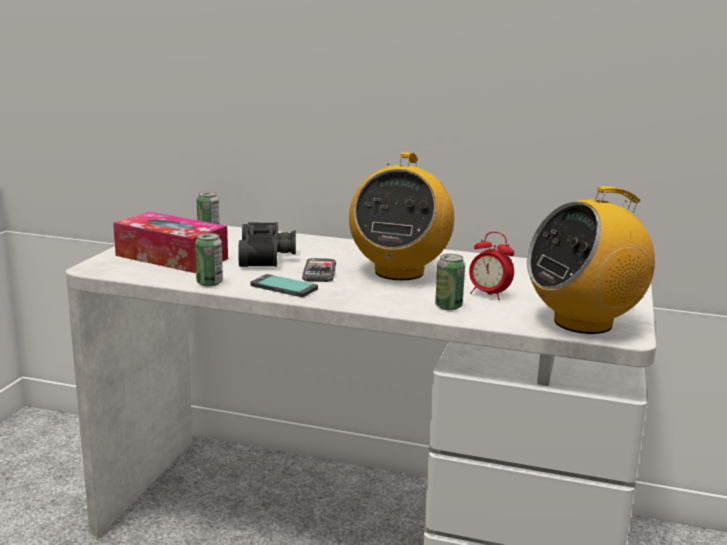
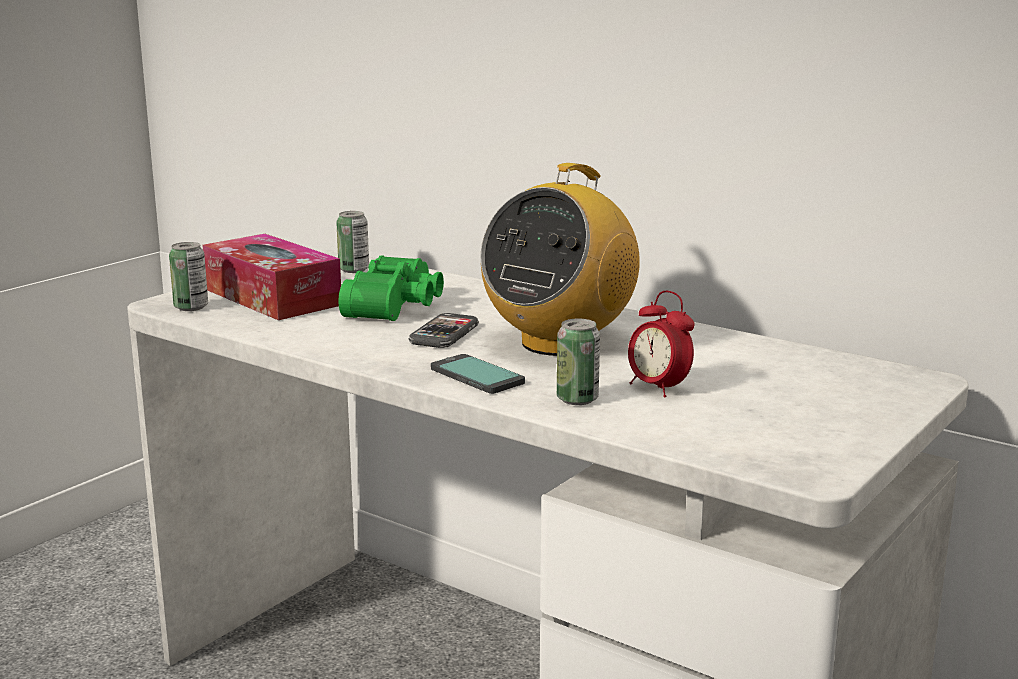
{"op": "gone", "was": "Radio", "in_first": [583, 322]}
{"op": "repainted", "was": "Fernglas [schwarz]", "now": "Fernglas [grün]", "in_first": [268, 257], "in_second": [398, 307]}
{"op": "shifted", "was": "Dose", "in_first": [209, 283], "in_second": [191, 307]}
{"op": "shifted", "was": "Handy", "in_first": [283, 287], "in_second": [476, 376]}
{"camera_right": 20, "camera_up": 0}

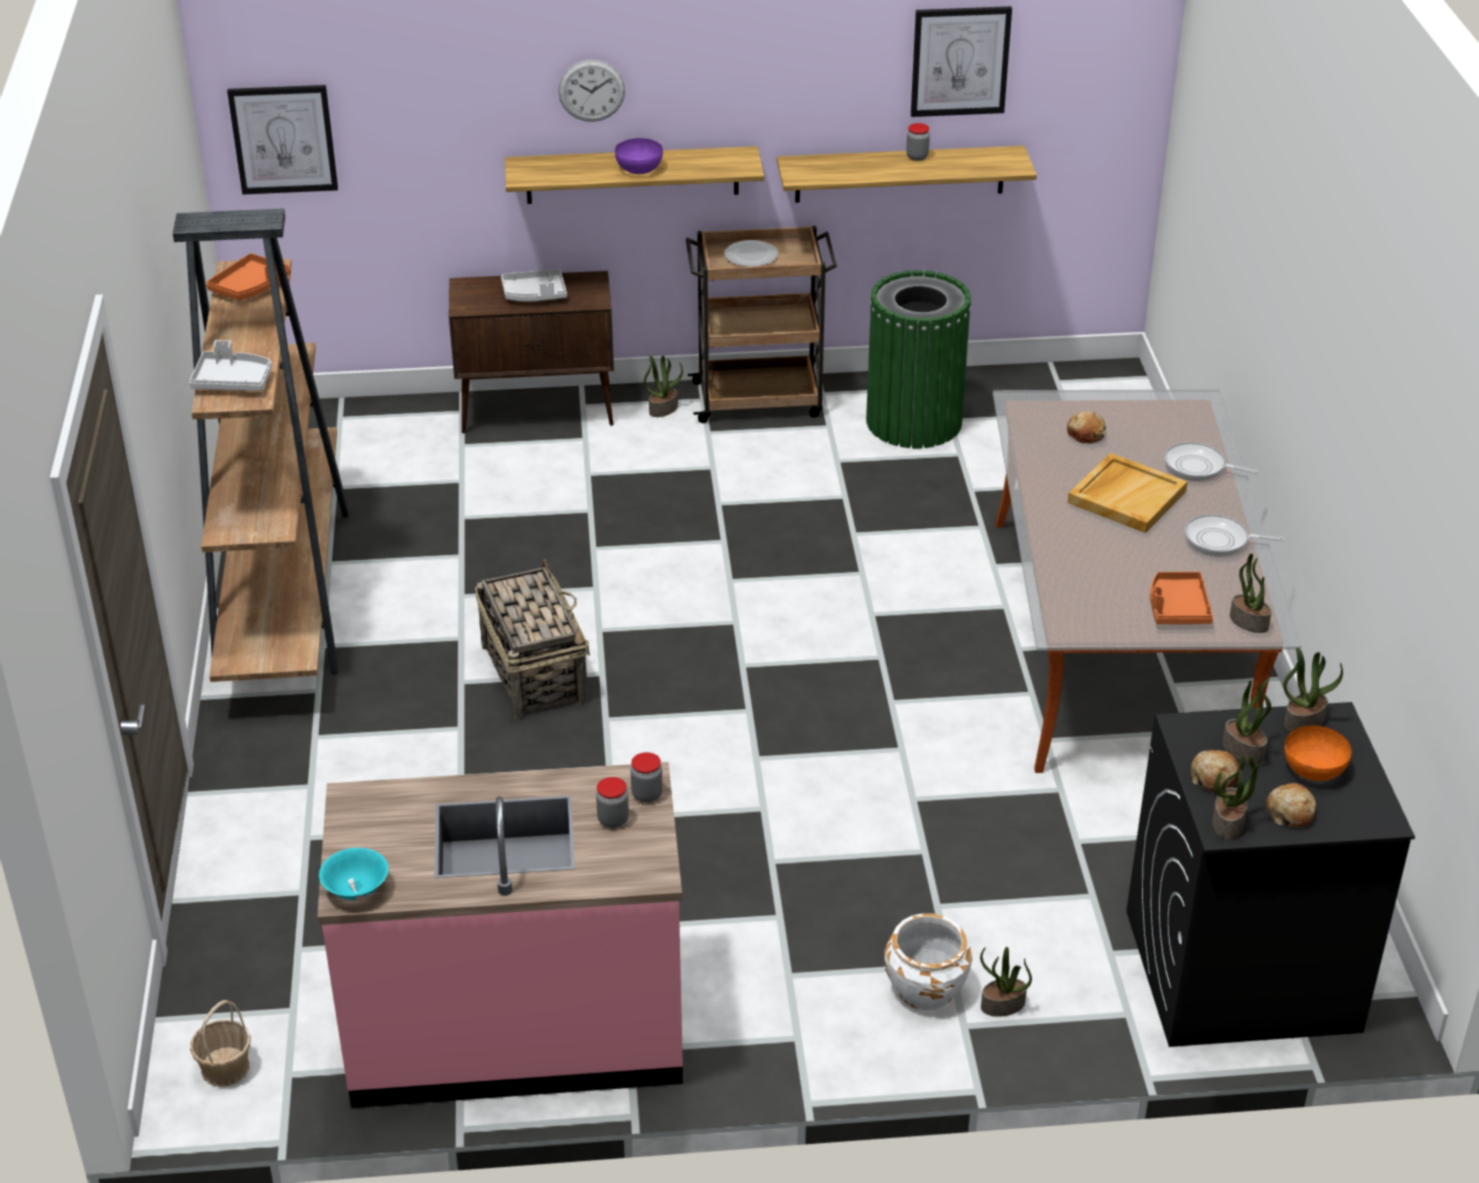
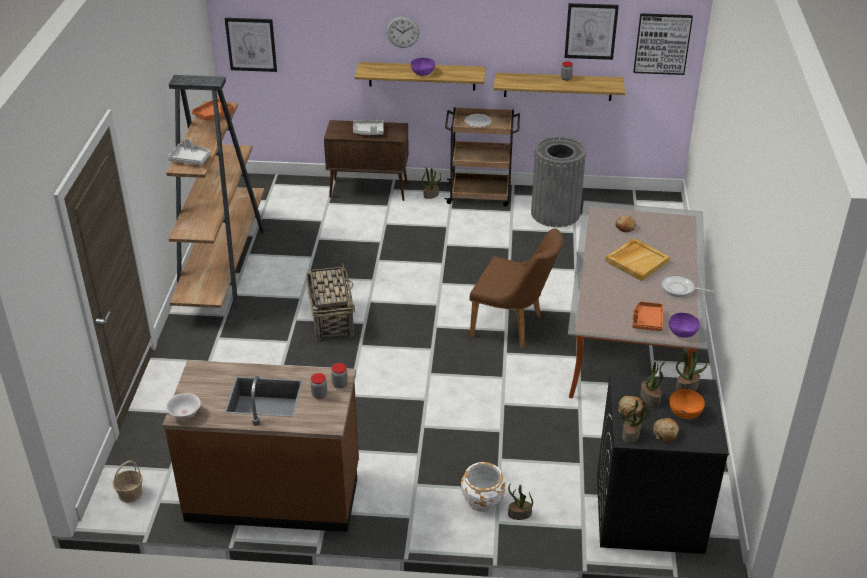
{"op": "repainted", "was": "Mülleimer [grün]", "now": "Mülleimer [grau]", "in_first": [914, 422], "in_second": [555, 213]}
{"op": "gone", "was": "Pfanne", "in_first": [1198, 467]}
{"op": "swapped", "was": "Topfpflanze", "now": "Schüssel [lila]", "in_first": [1248, 622], "in_second": [682, 332]}
{"op": "repainted", "was": "Küchenzeile [rosa]", "now": "Küchenzeile [braun]", "in_first": [516, 1028], "in_second": [274, 493]}
{"op": "repainted", "was": "Schüssel [türkis]", "now": "Schüssel [weiß]", "in_first": [356, 889], "in_second": [185, 413]}
{"op": "new", "now": "Bild", "in_second": [662, 43]}
{"op": "new", "now": "Stuhl [braun]", "in_second": [513, 326]}
{"camera_right": 10, "camera_up": 0}

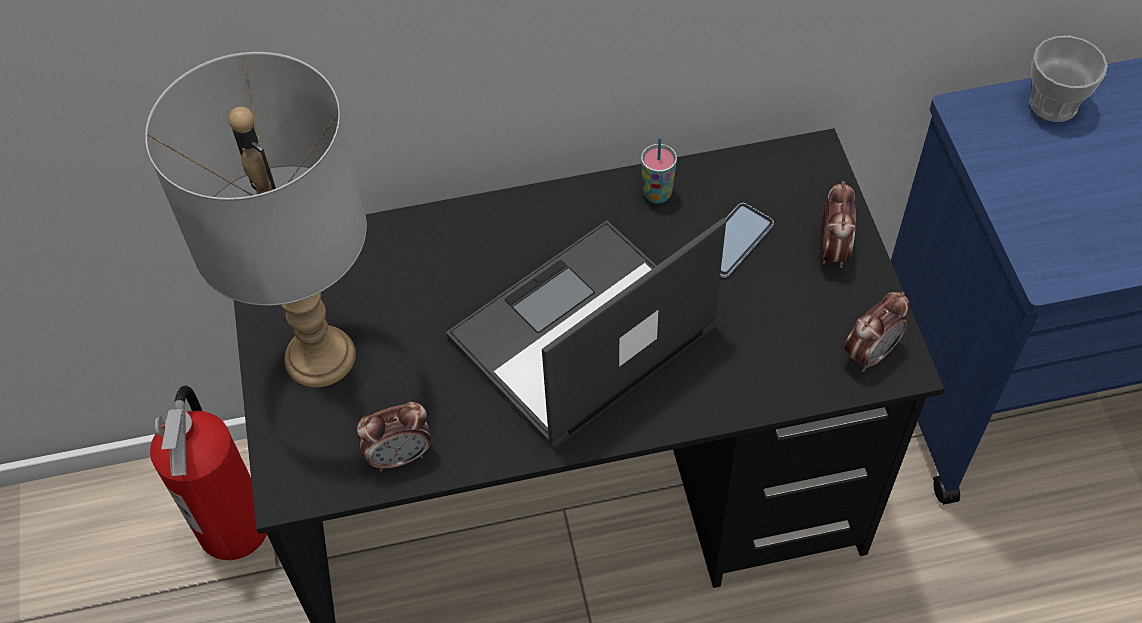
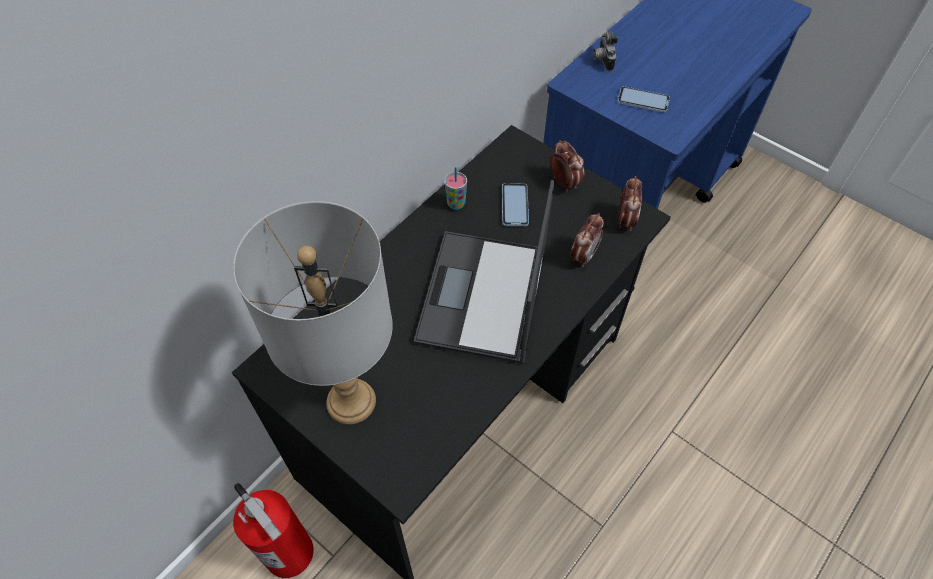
{"op": "swapped", "was": "Tasse", "now": "Kamera", "in_first": [1053, 104], "in_second": [602, 60]}
{"op": "shifted", "was": "Wecker", "in_first": [400, 456], "in_second": [583, 255]}
{"op": "new", "now": "Handy", "in_second": [643, 100]}
{"camera_right": -40, "camera_up": 0}

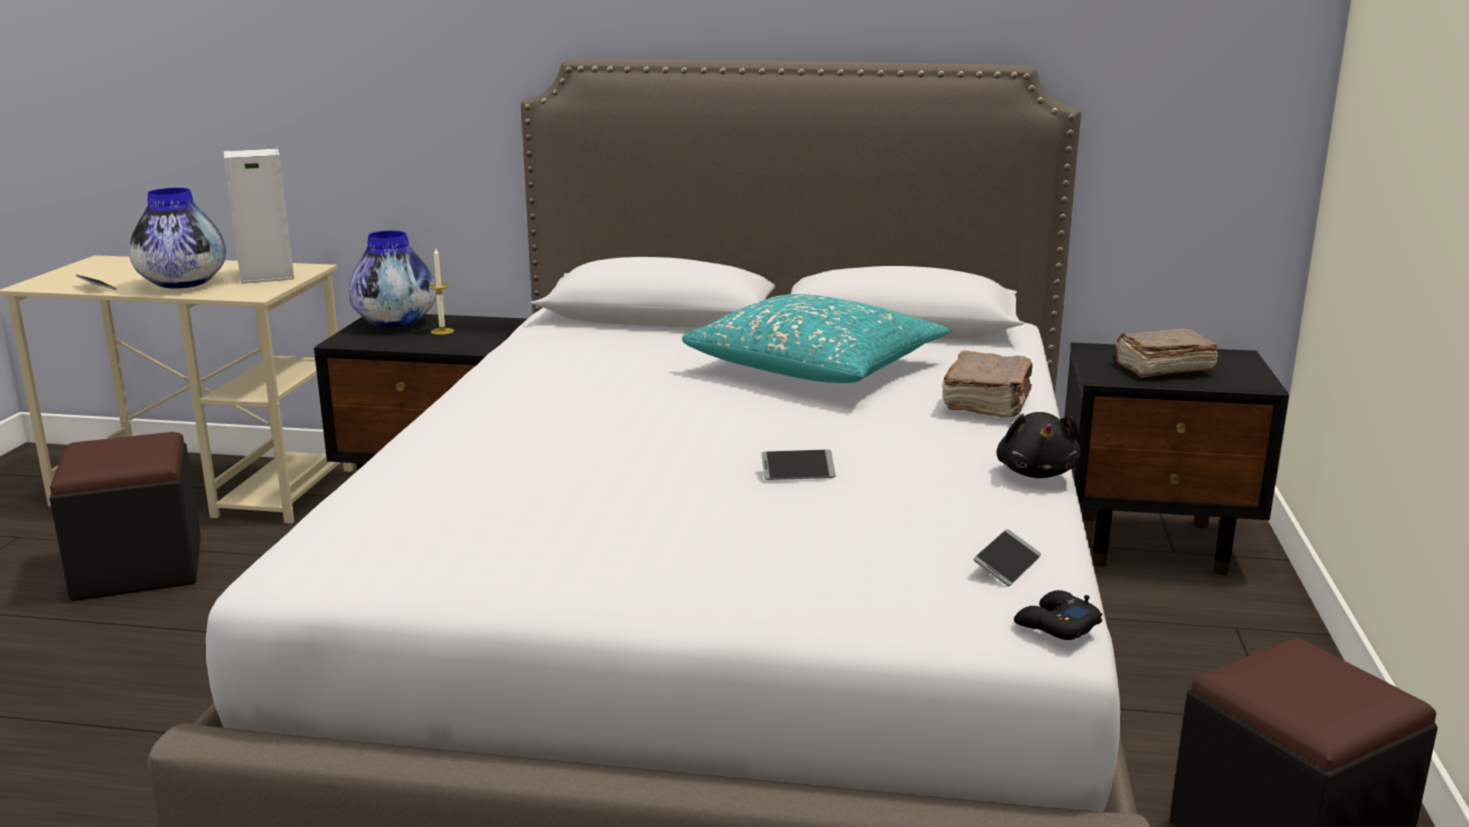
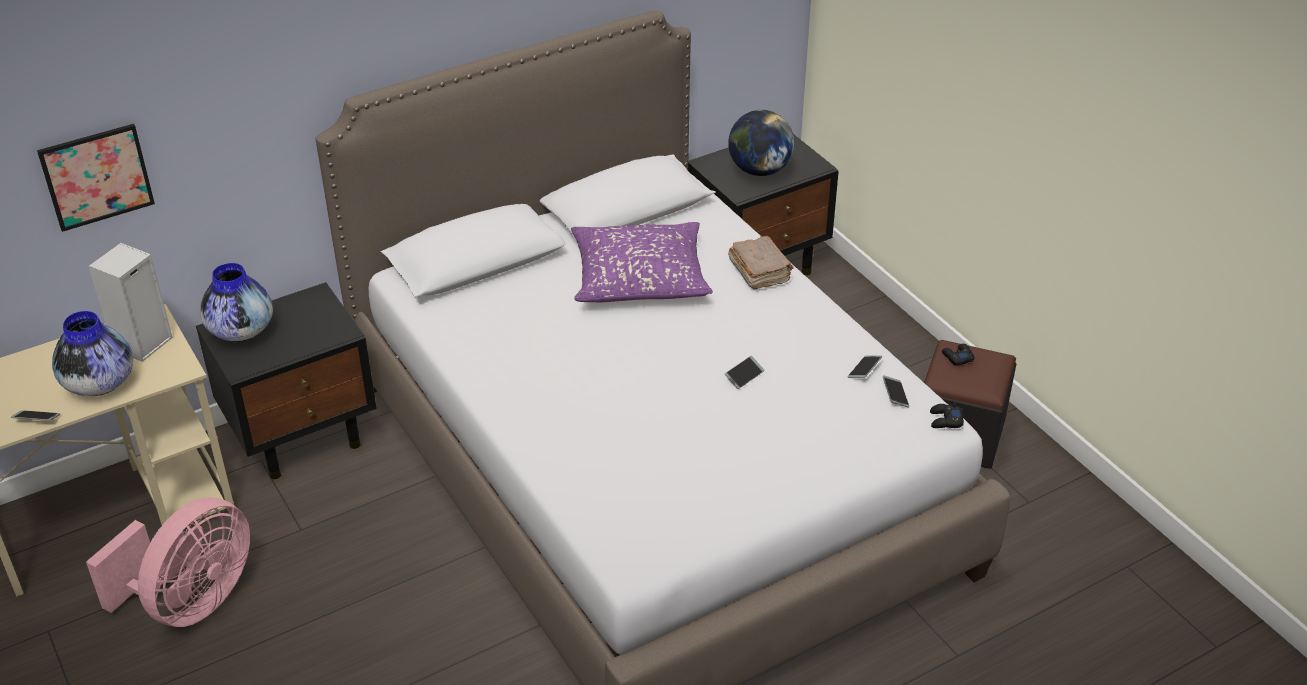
{"op": "gone", "was": "Kerze", "in_first": [442, 331]}
{"op": "repainted", "was": "Kissen [türkis]", "now": "Kissen [lila]", "in_first": [817, 368], "in_second": [640, 278]}
{"op": "swapped", "was": "Buch [braun]", "now": "Globus", "in_first": [1162, 368], "in_second": [759, 170]}
{"op": "gone", "was": "Plüschtier [schwarz]", "in_first": [1036, 472]}
{"op": "swapped", "was": "Polsterhocker [schwarz]", "now": "Ventilator [rosa]", "in_first": [138, 568], "in_second": [191, 602]}
{"op": "new", "now": "Bild", "in_second": [97, 176]}
{"op": "new", "now": "Gamepad [schwarz]", "in_second": [957, 357]}
{"op": "new", "now": "Handy", "in_second": [864, 370]}
{"camera_right": -40, "camera_up": 20}

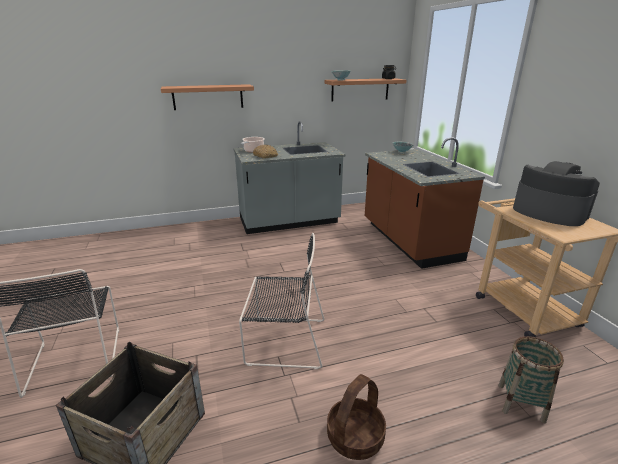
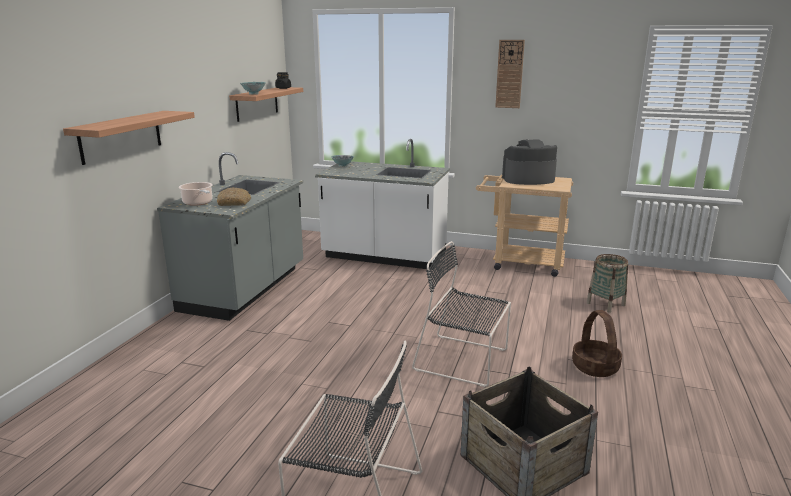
{"op": "repainted", "was": "Küchenzeile [braun]", "now": "Küchenzeile [weiß]", "in_first": [409, 241], "in_second": [384, 256]}
{"op": "rotated", "was": "Stuhl [schwarz]", "in_first": [283, 341], "in_second": [464, 360], "clockwise": -105}
{"op": "new", "now": "Wanduhr", "in_second": [509, 74]}
{"camera_right": -55, "camera_up": -5}

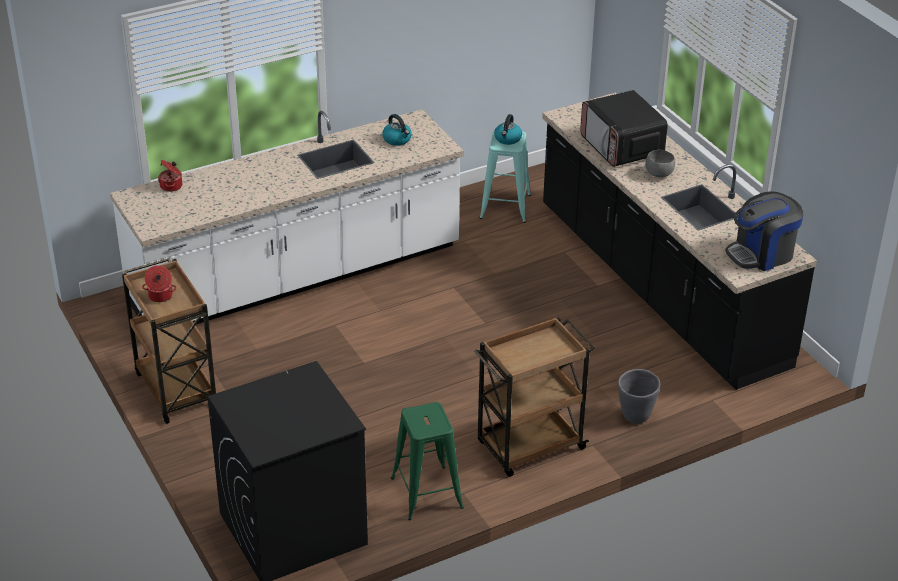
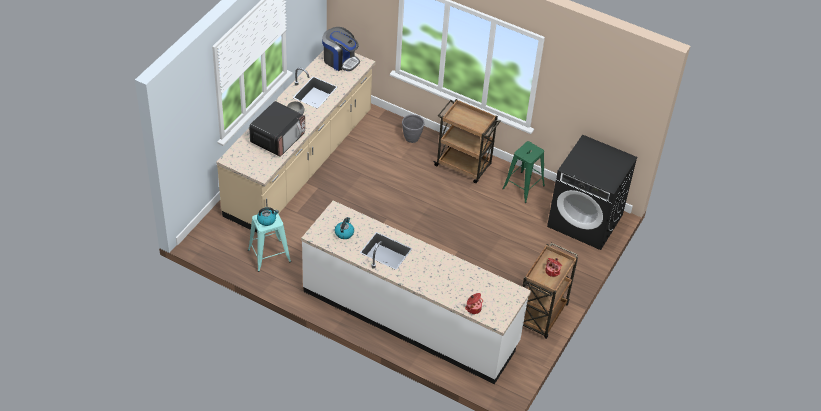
{"op": "repainted", "was": "Küchenzeile [schwarz]", "now": "Küchenzeile [beige]", "in_first": [659, 286], "in_second": [300, 164]}
{"camera_right": -125, "camera_up": 10}

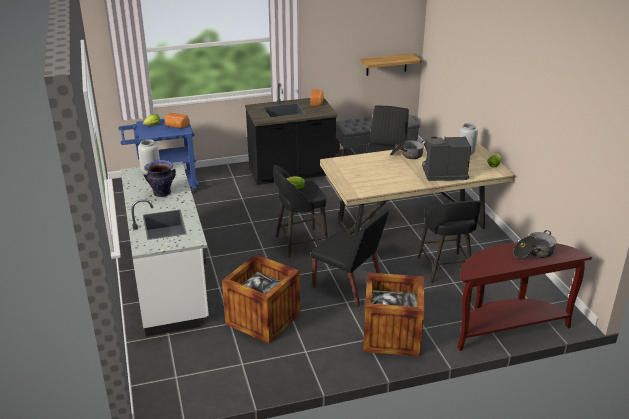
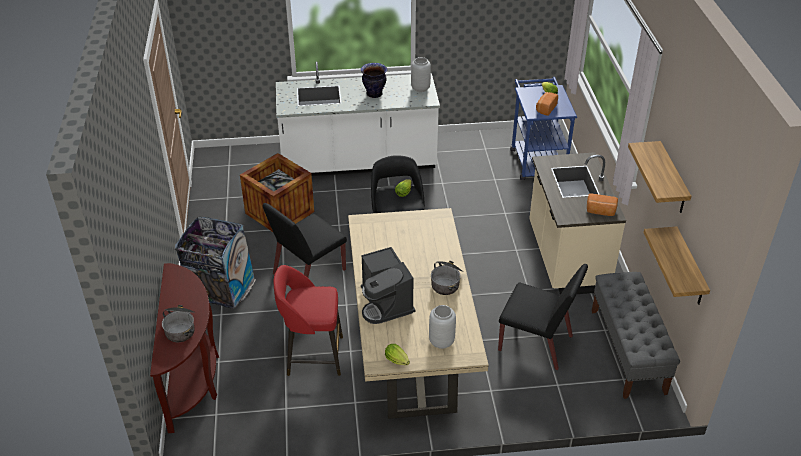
{"op": "repainted", "was": "Küchenzeile [schwarz]", "now": "Küchenzeile [beige]", "in_first": [291, 173], "in_second": [566, 258]}
{"op": "rotated", "was": "Kaffeemaschine", "in_first": [443, 174], "in_second": [386, 303], "clockwise": 150}
{"op": "repainted", "was": "Hocker [schwarz]", "now": "Hocker [rot]", "in_first": [445, 269], "in_second": [313, 355]}
{"op": "swapped", "was": "Kiste", "now": "Mülleimer", "in_first": [392, 335], "in_second": [221, 289]}
{"op": "new", "now": "Wandregal", "in_second": [672, 179]}
{"camera_right": 100, "camera_up": 10}

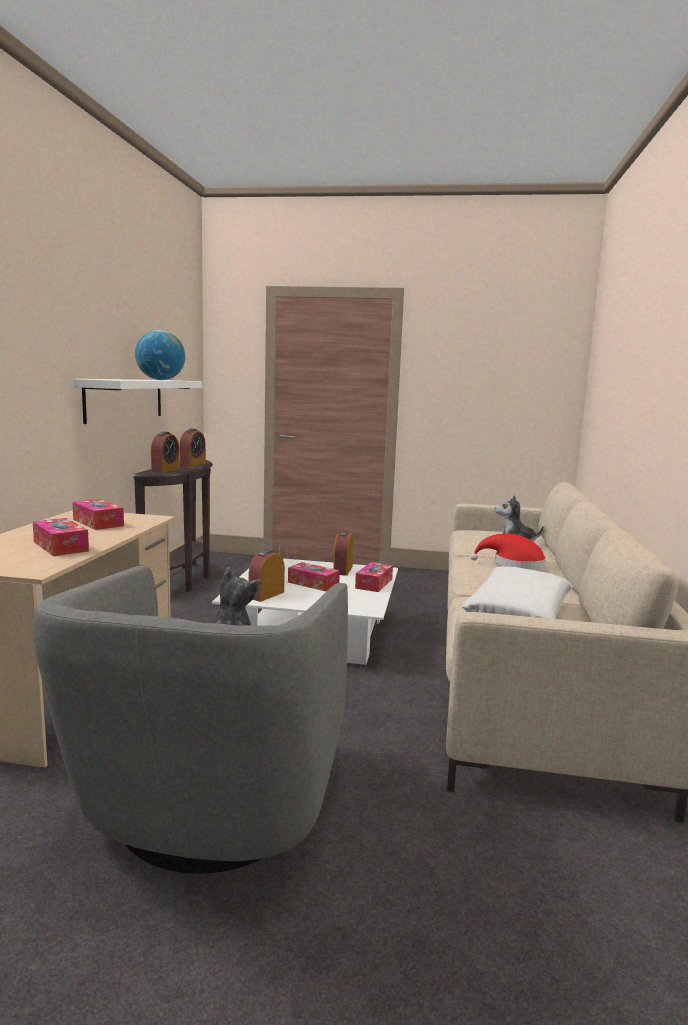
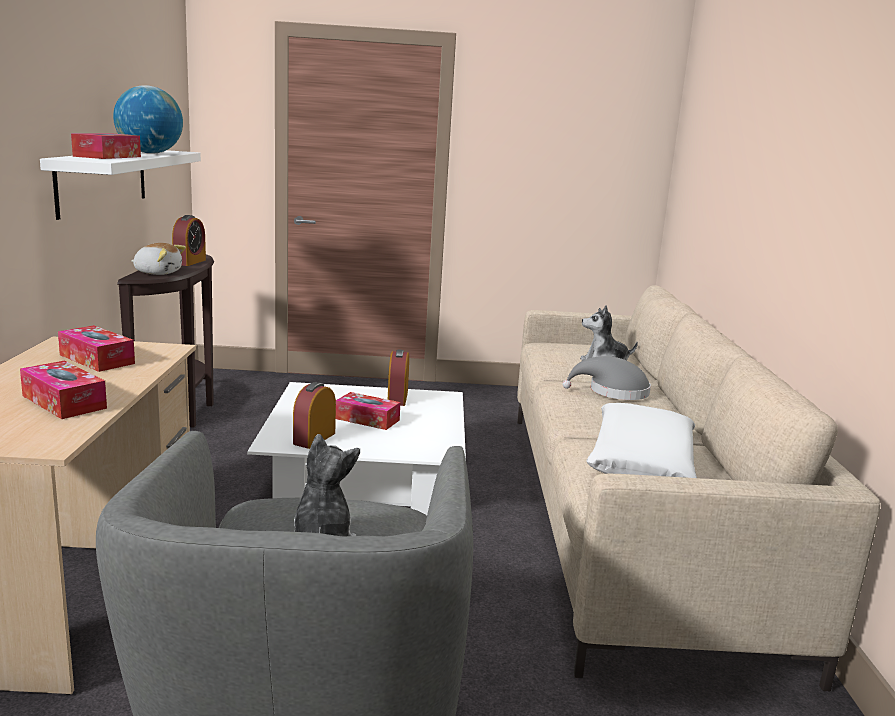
{"op": "swapped", "was": "Wecker", "now": "Plüschtier", "in_first": [165, 470], "in_second": [158, 272]}
{"op": "repainted", "was": "Hut [rot]", "now": "Hut [grau]", "in_first": [514, 564], "in_second": [613, 392]}
{"op": "shifted", "was": "Taschentuchbox", "in_first": [374, 583], "in_second": [108, 156]}
{"camera_right": -10, "camera_up": 5}

